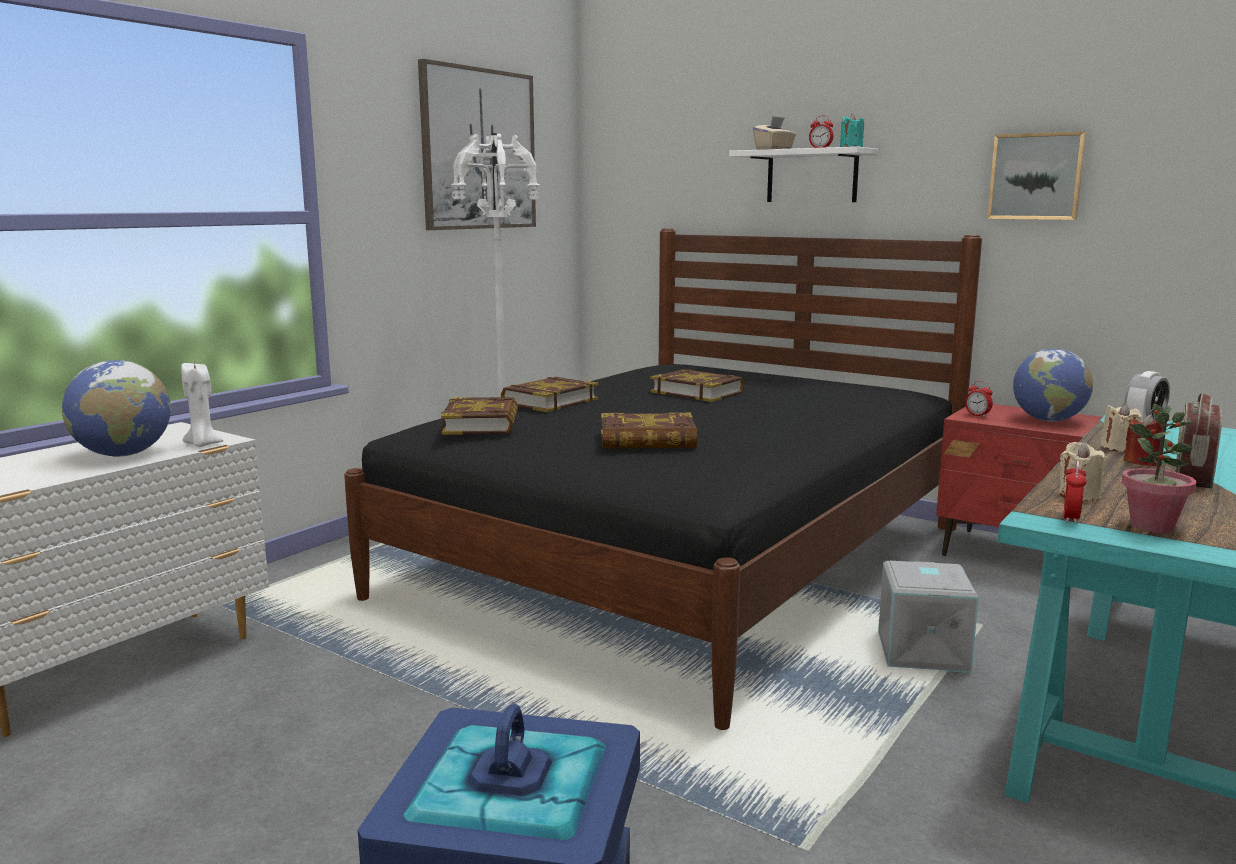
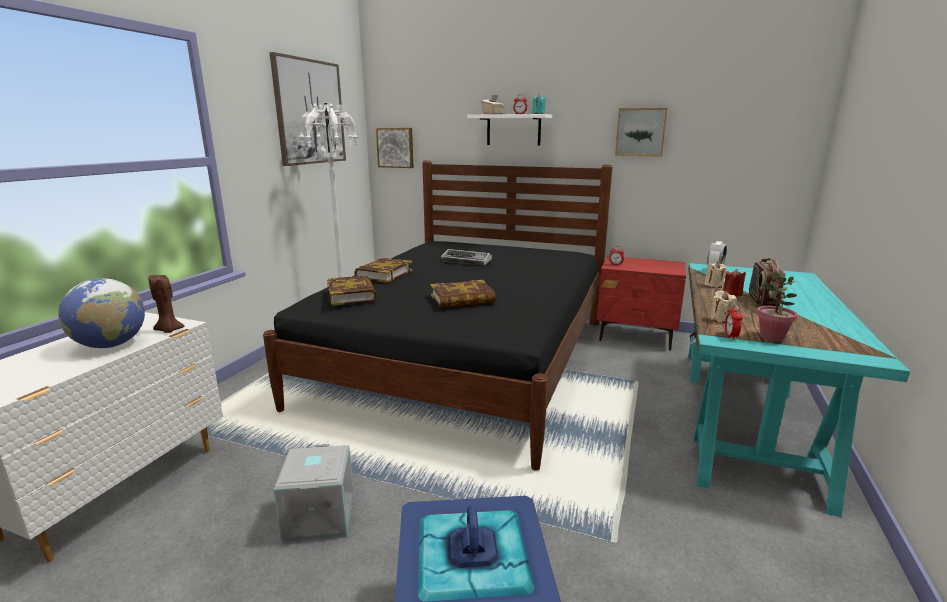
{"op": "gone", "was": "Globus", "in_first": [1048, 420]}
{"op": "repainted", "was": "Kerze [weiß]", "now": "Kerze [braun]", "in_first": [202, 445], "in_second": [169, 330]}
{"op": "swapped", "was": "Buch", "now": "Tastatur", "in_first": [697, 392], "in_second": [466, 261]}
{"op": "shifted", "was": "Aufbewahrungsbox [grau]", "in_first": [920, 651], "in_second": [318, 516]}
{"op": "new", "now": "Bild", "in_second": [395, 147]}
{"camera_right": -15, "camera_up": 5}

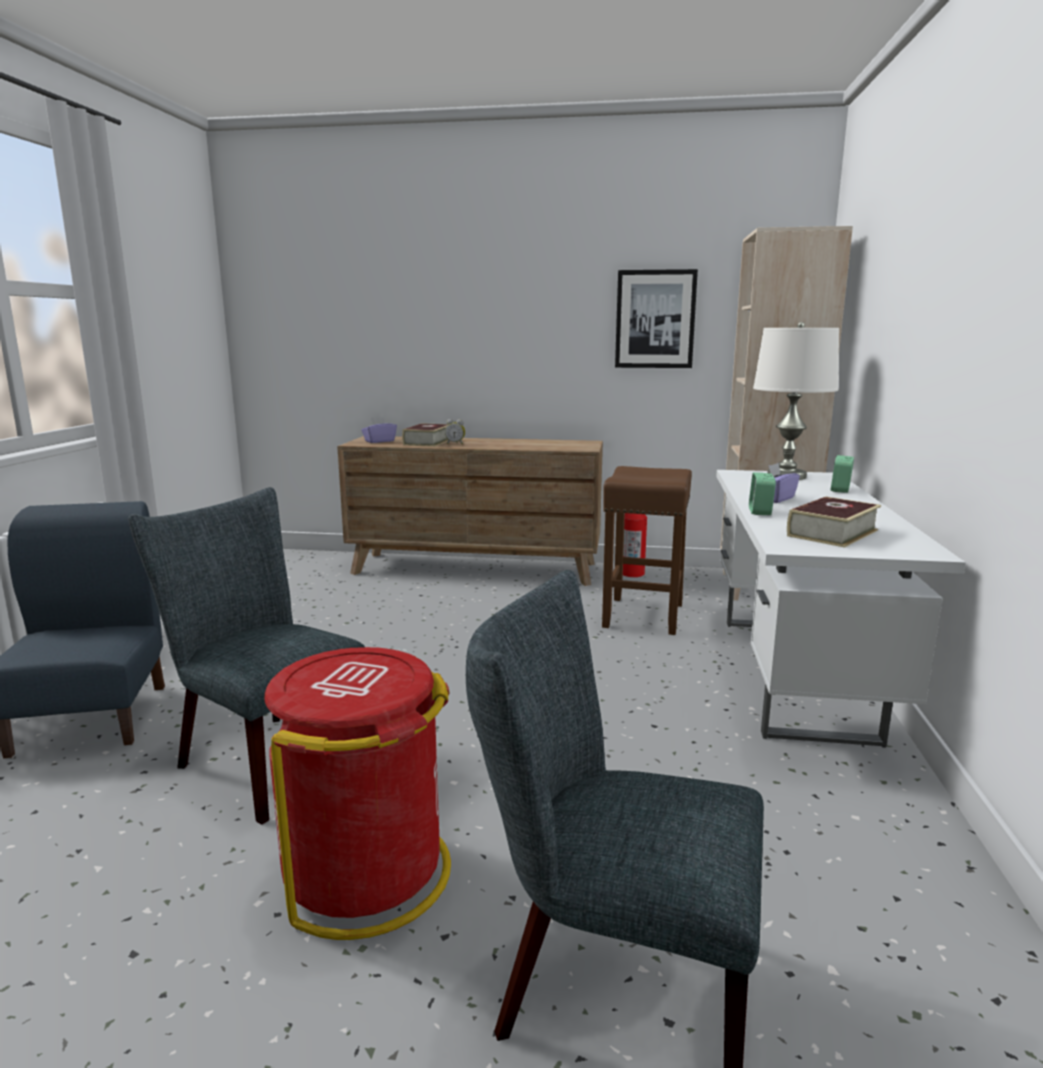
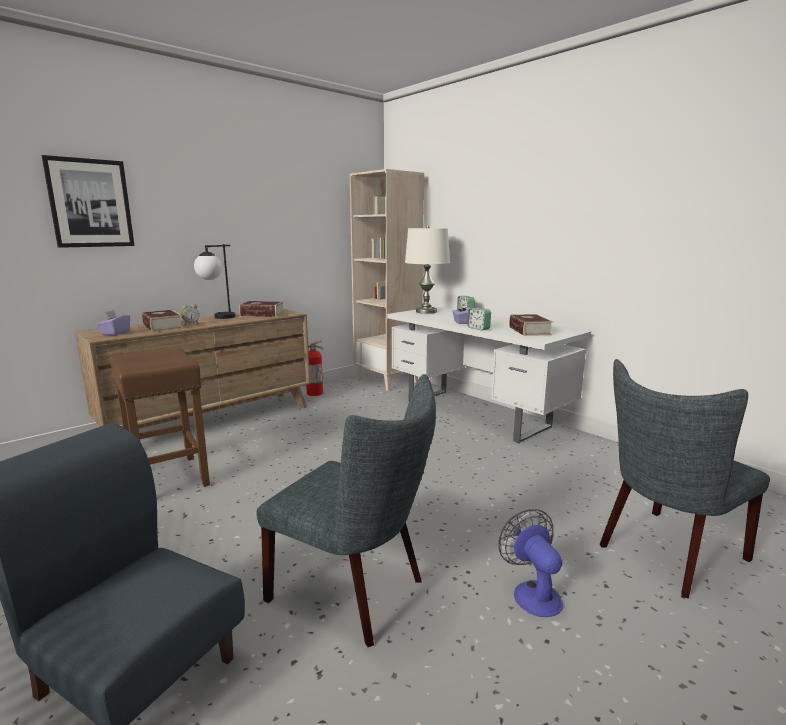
{"op": "shifted", "was": "Bild", "in_first": [655, 319], "in_second": [90, 203]}
{"op": "shifted", "was": "Hocker [braun]", "in_first": [643, 616], "in_second": [170, 479]}
{"op": "rotated", "was": "Stuhl [grau]", "in_first": [264, 759], "in_second": [355, 591], "clockwise": -135}
{"op": "swapped", "was": "Mülleimer [rot]", "now": "Ventilator", "in_first": [366, 873], "in_second": [532, 592]}
{"op": "new", "now": "Tischlampe", "in_second": [218, 318]}
{"op": "new", "now": "Buch", "in_second": [262, 314]}
{"camera_right": -50, "camera_up": 0}

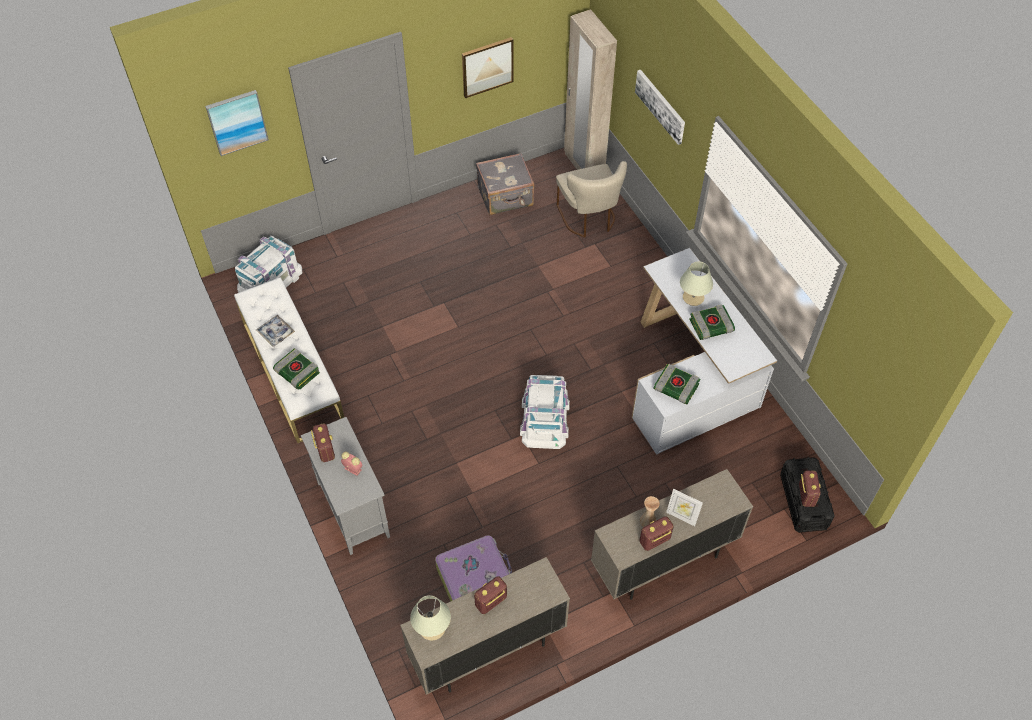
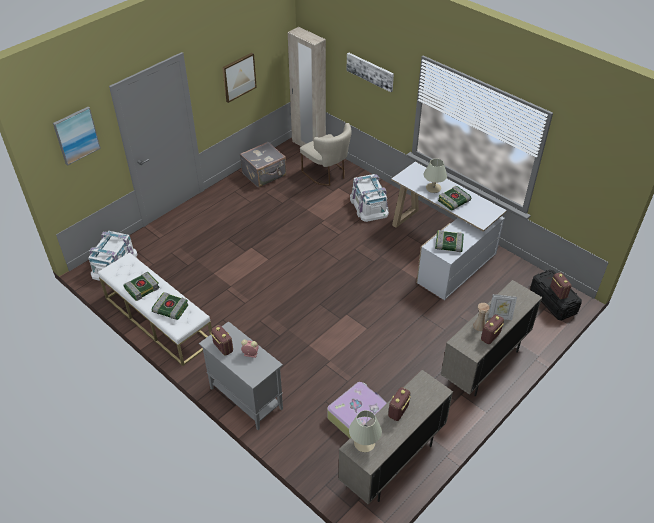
{"op": "swapped", "was": "Tablett", "now": "Buch", "in_first": [275, 333], "in_second": [142, 288]}
{"op": "shifted", "was": "Aufbewahrungsbox [weiß]", "in_first": [545, 419], "in_second": [369, 205]}
{"camera_right": -20, "camera_up": -10}

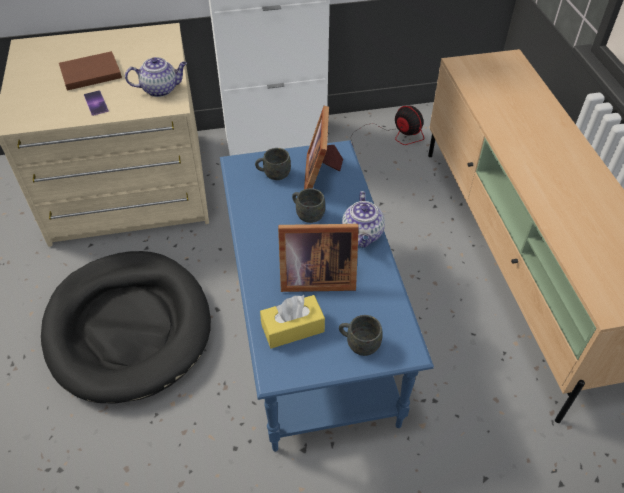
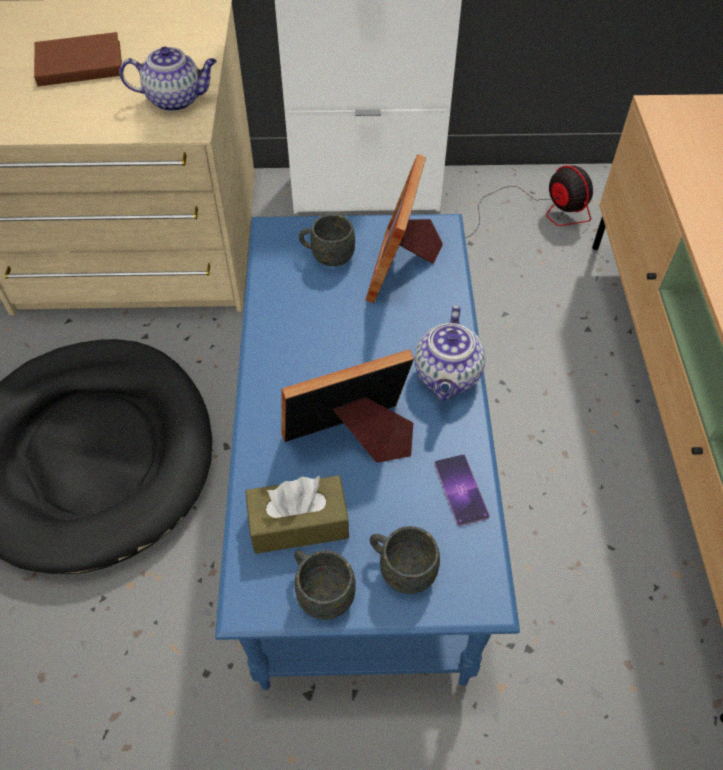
{"op": "shifted", "was": "Handy", "in_first": [96, 103], "in_second": [461, 489]}
{"op": "shifted", "was": "Henkelbecher [grau]", "in_first": [307, 214], "in_second": [321, 591]}
{"op": "rotated", "was": "Bilderrahmen", "in_first": [314, 277], "in_second": [353, 439], "clockwise": 150}
{"op": "repainted", "was": "Taschentuchbox [gelb]", "now": "Taschentuchbox [braun]", "in_first": [292, 328], "in_second": [298, 523]}
{"camera_right": 10, "camera_up": 5}

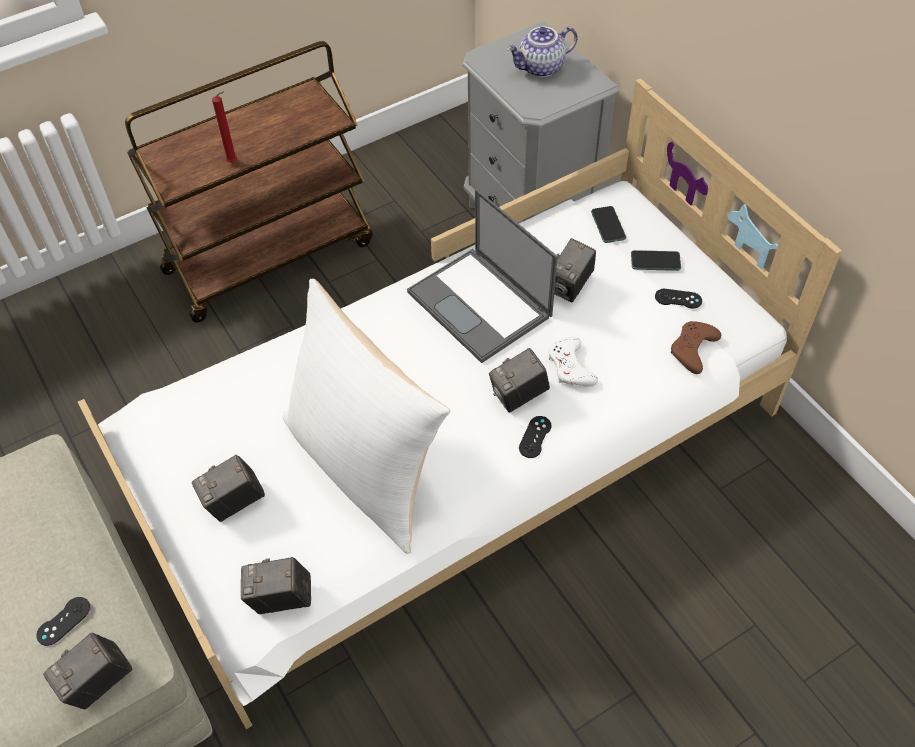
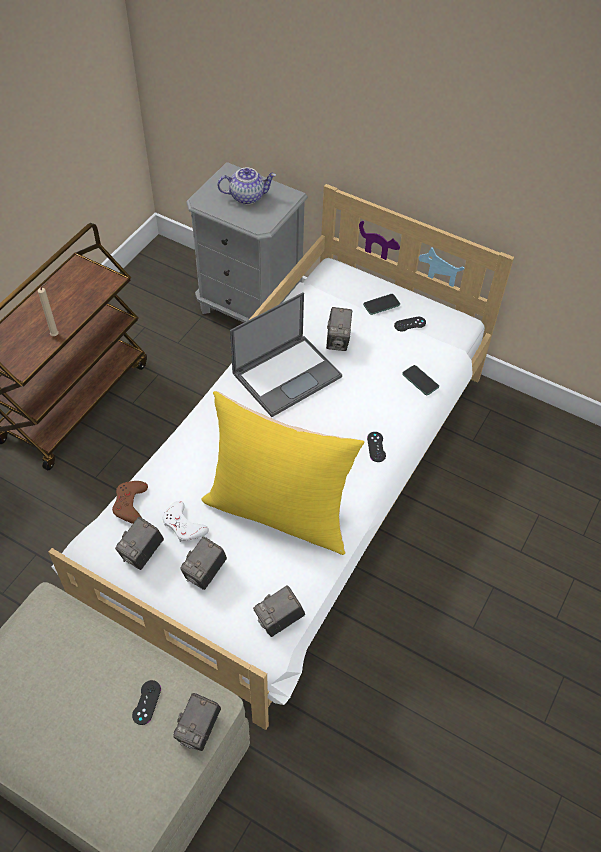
{"op": "rotated", "was": "Teekanne", "in_first": [541, 68], "in_second": [247, 196], "clockwise": -135}
{"op": "repainted", "was": "Kerze [rot]", "now": "Kerze [beige]", "in_first": [234, 162], "in_second": [56, 335]}
{"op": "rotated", "was": "Laptop", "in_first": [481, 305], "in_second": [287, 374], "clockwise": -60}
{"op": "shifted", "was": "Handy", "in_first": [608, 225], "in_second": [420, 380]}
{"op": "repainted", "was": "Kissen [weiß]", "now": "Kissen [gelb]", "in_first": [366, 466], "in_second": [280, 510]}
{"op": "shifted", "was": "Gamepad [braun]", "in_first": [693, 349], "in_second": [130, 504]}
{"op": "shifted", "was": "Gamepad [weiß]", "in_first": [571, 367], "in_second": [184, 525]}
{"op": "shifted", "was": "Kamera", "in_first": [518, 396], "in_second": [142, 553]}
{"camera_right": -30, "camera_up": 0}

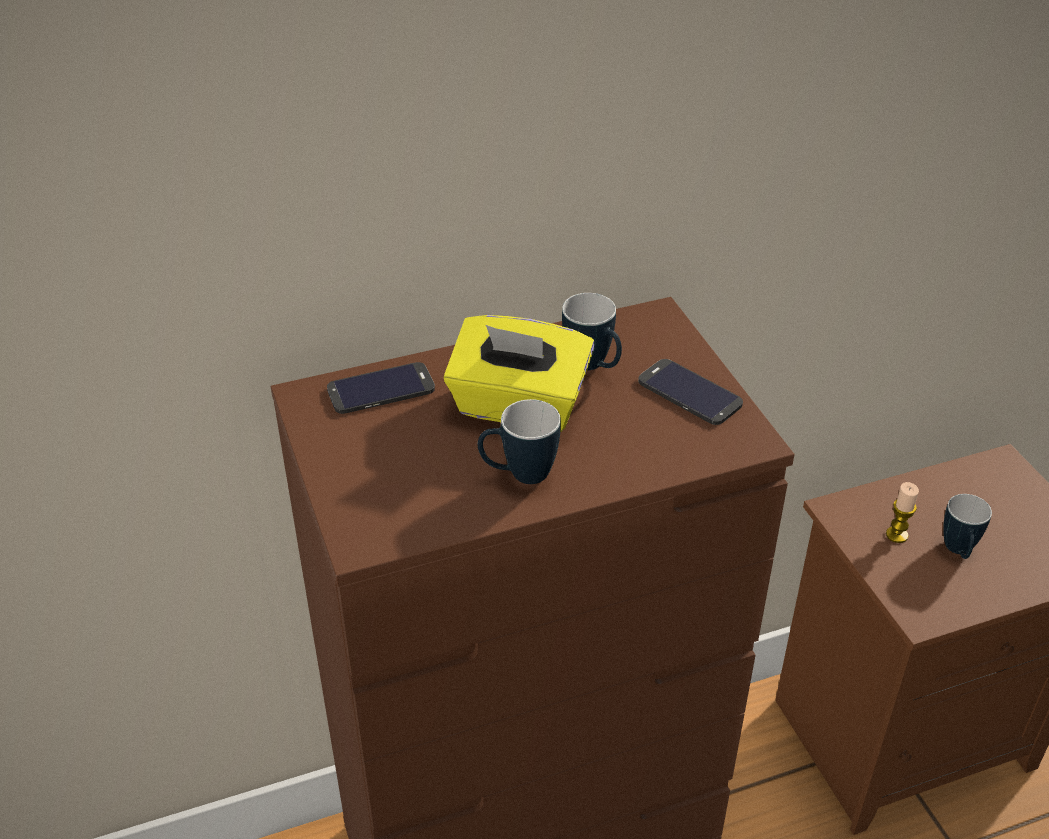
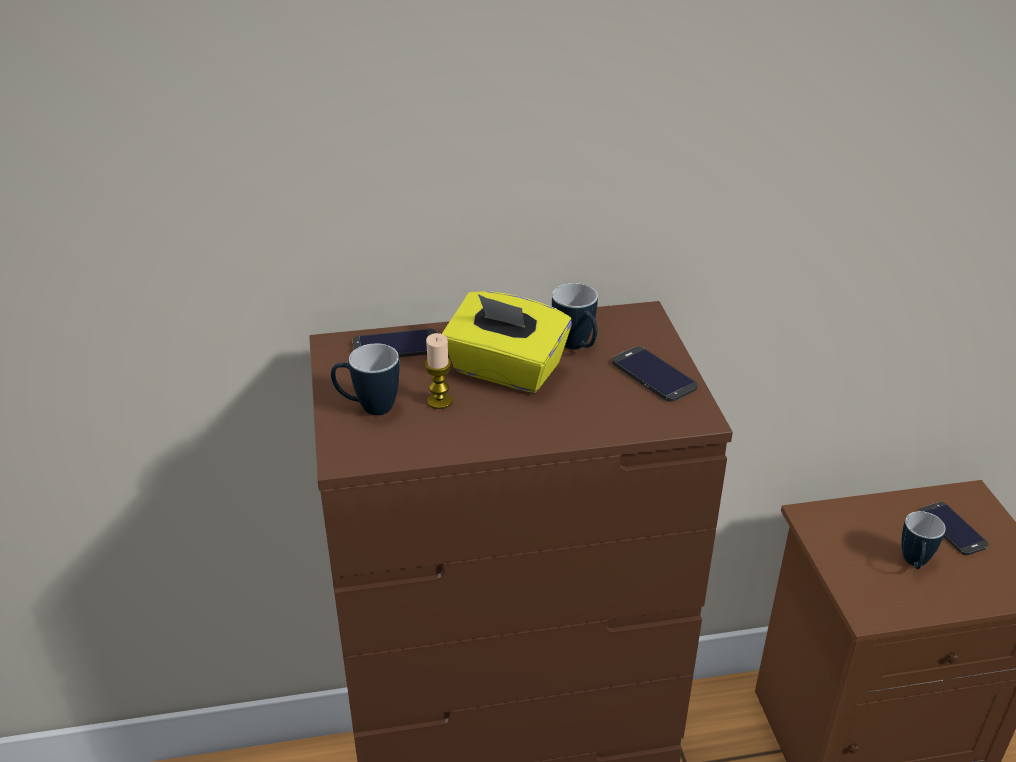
{"op": "shifted", "was": "Henkelbecher", "in_first": [519, 475], "in_second": [368, 407]}
{"op": "shifted", "was": "Kerze", "in_first": [897, 535], "in_second": [439, 401]}
{"op": "new", "now": "Handy", "in_second": [952, 529]}
{"camera_right": 10, "camera_up": -5}

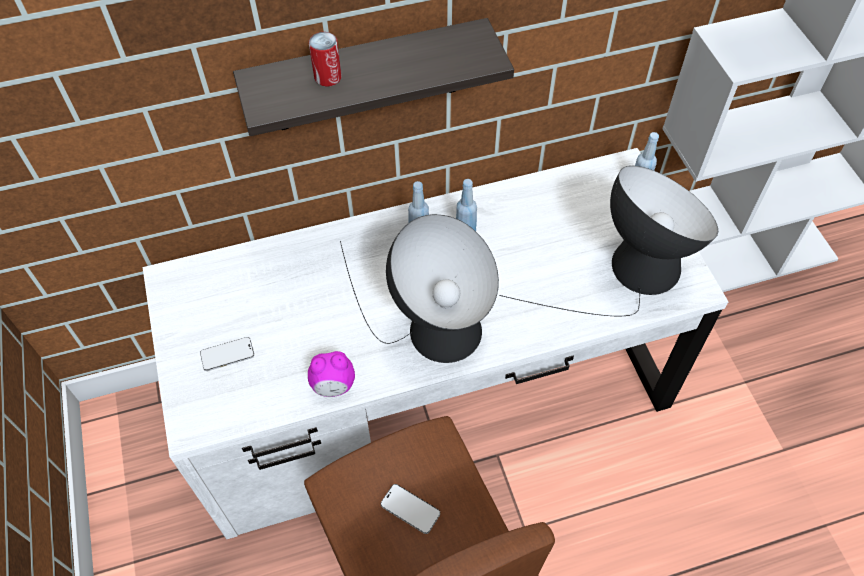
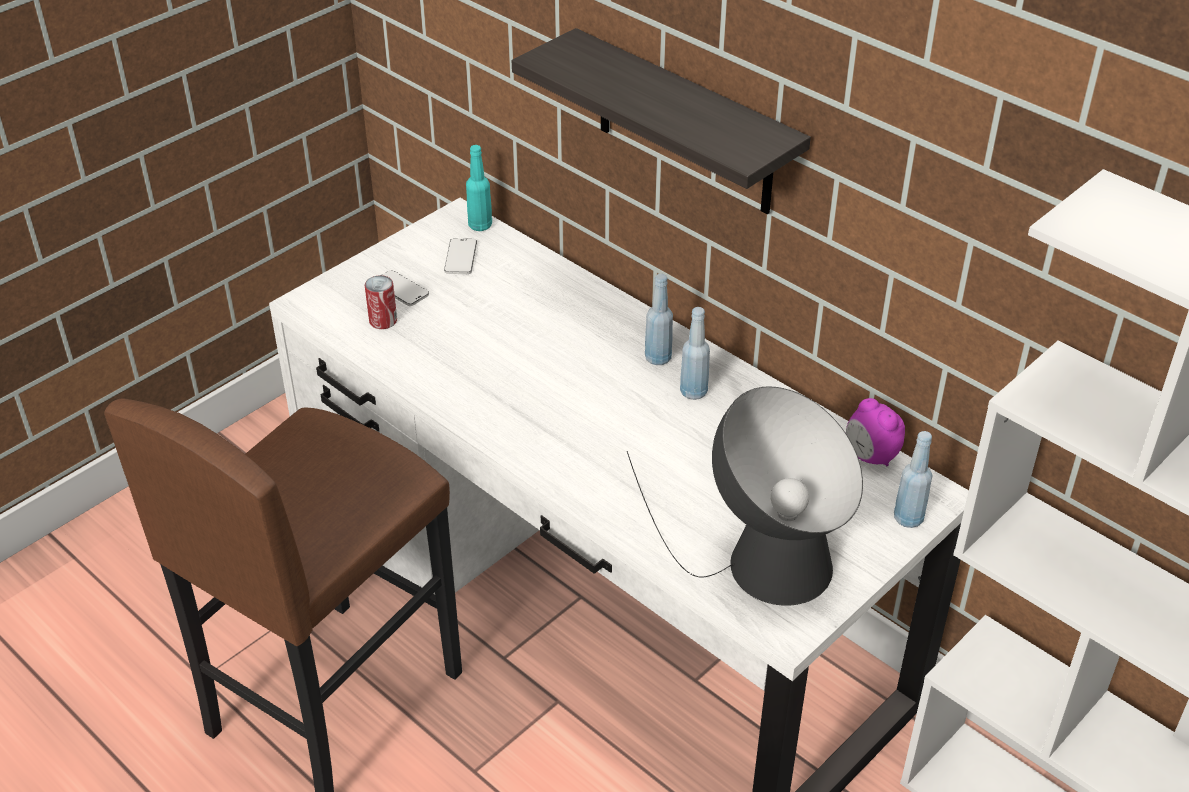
{"op": "shifted", "was": "Dose", "in_first": [328, 77], "in_second": [383, 321]}
{"op": "gone", "was": "Tischlampe", "in_first": [432, 326]}
{"op": "shifted", "was": "Wecker", "in_first": [333, 386], "in_second": [870, 456]}
{"op": "shifted", "was": "Handy", "in_first": [410, 509], "in_second": [460, 258]}
{"op": "new", "now": "Flasche [türkis]", "in_second": [480, 225]}
{"camera_right": 60, "camera_up": -15}

